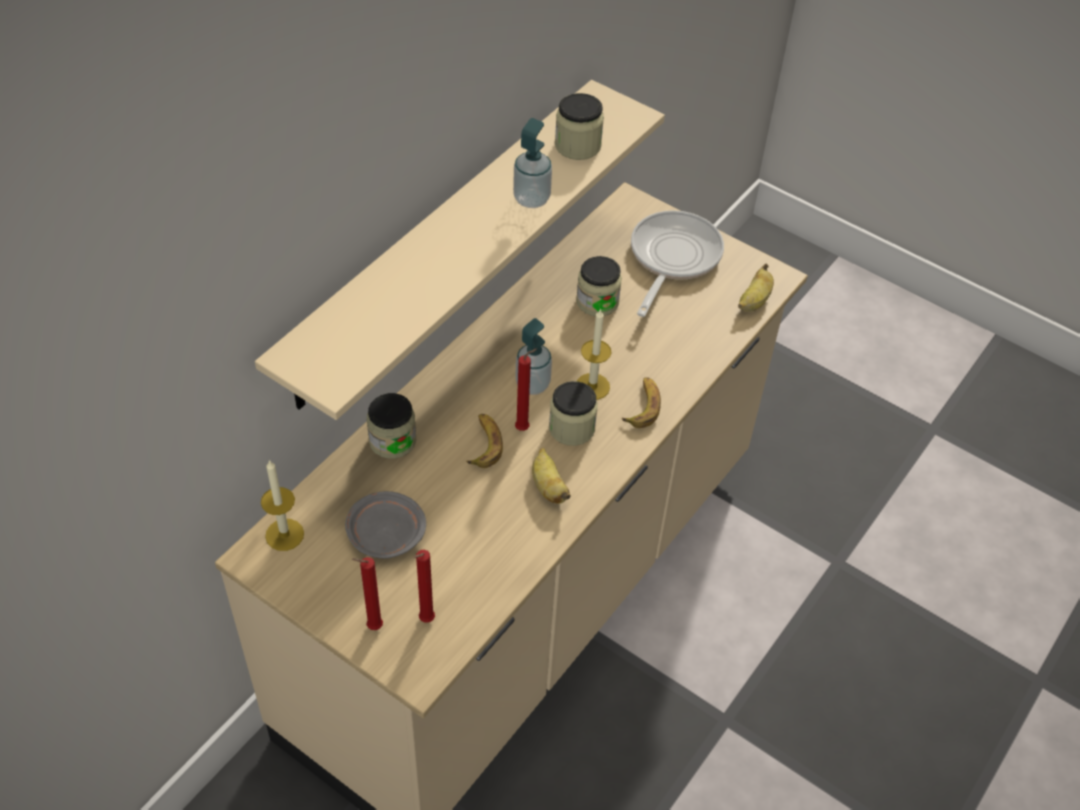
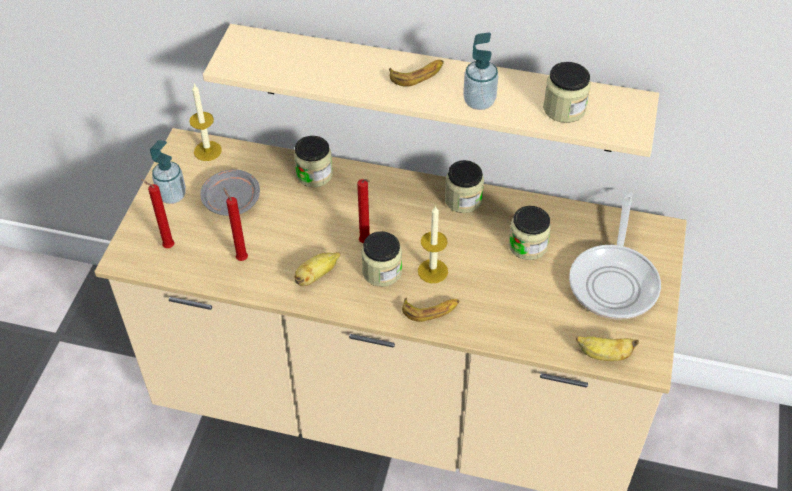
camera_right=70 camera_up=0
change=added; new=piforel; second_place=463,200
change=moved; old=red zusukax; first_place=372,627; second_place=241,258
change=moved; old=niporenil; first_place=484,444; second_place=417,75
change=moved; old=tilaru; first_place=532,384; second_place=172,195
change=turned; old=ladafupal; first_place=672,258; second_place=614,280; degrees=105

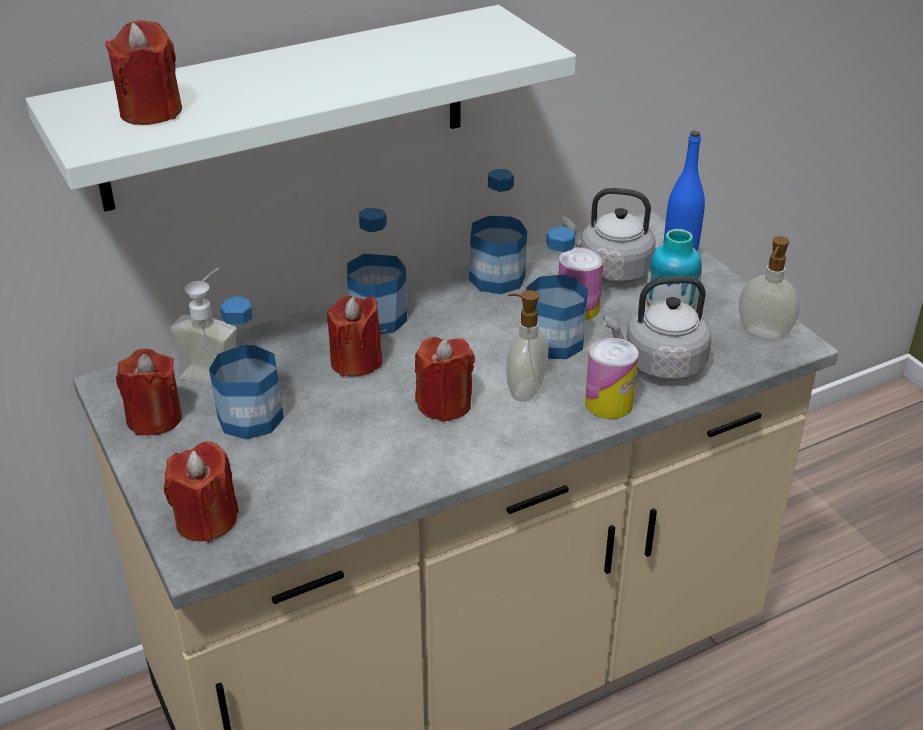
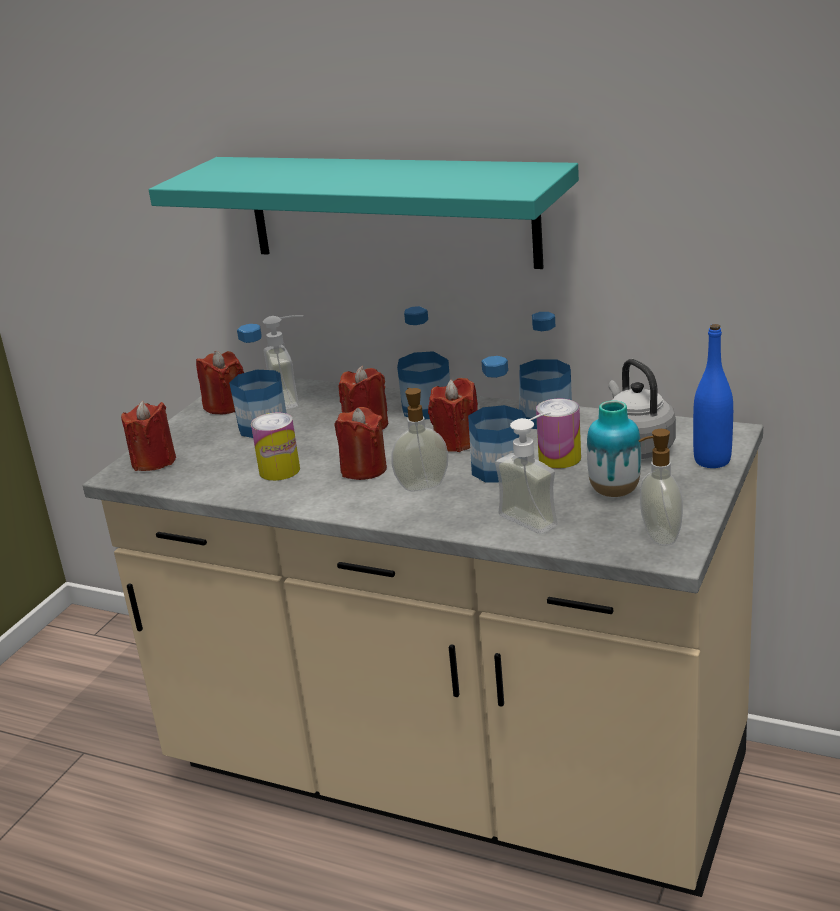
camera_right=55 camera_up=-10
change=moved; old=red zusukax; first_place=151,112; second_place=457,442
change=moved; old=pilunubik; first_place=608,403; second_place=279,470
change=replaced; old=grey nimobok; new=tilaru; first_place=659,365; second_place=537,516
change=recoloured; old=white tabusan; new=turquoise tabusan; first_place=286,108; second_place=390,210

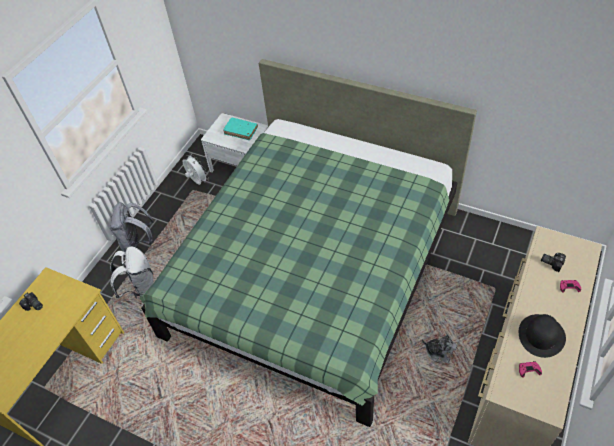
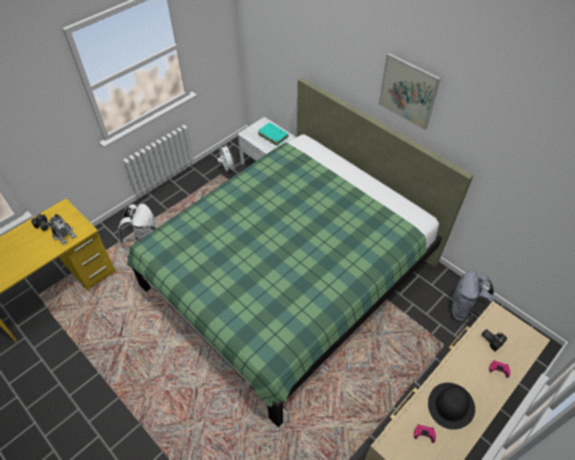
camera_right=15 camera_up=0
change=added; new=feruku; second_place=408,91
change=moved; old=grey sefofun; first_place=138,243; second_place=465,310
change=moved; old=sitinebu; first_place=438,352; second_place=64,234

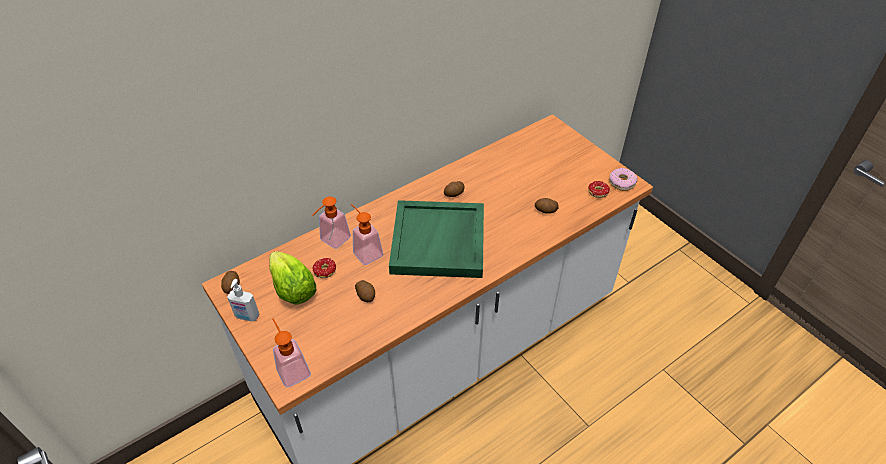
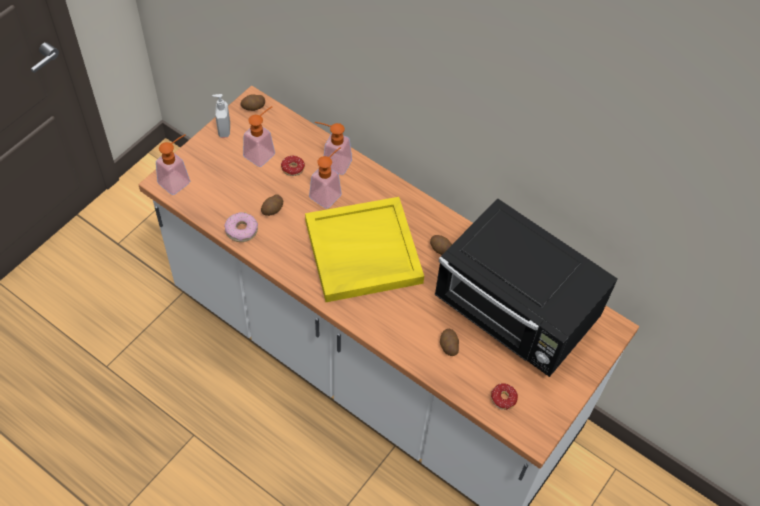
camera_right=70 camera_up=10
change=added; new=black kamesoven; second_place=515,314
change=moved; old=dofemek; first_place=622,182; second_place=241,230
change=replaced; old=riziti; new=tilaru; first_place=293,290; second_place=263,152
change=recoloured; old=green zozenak; new=yellow zozenak; first_place=439,242; second_place=362,252

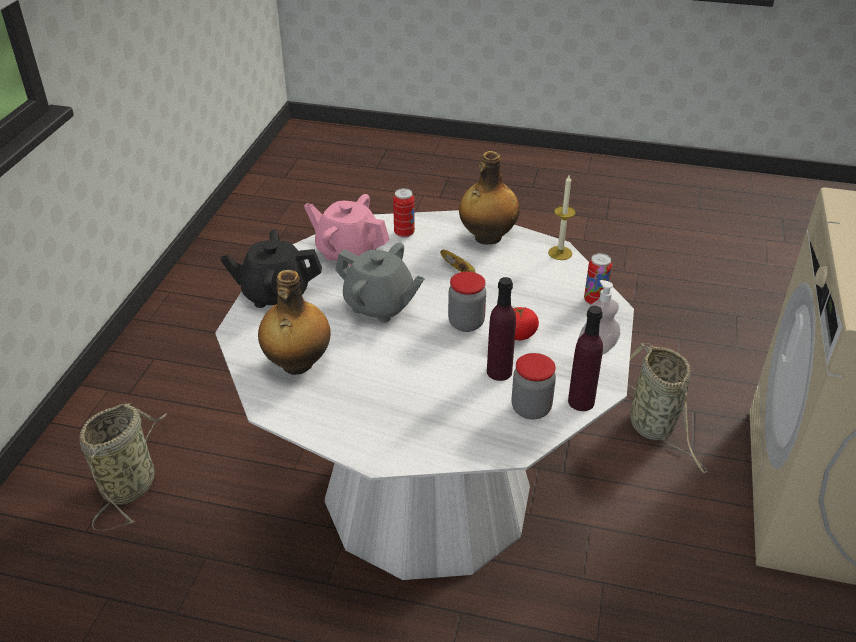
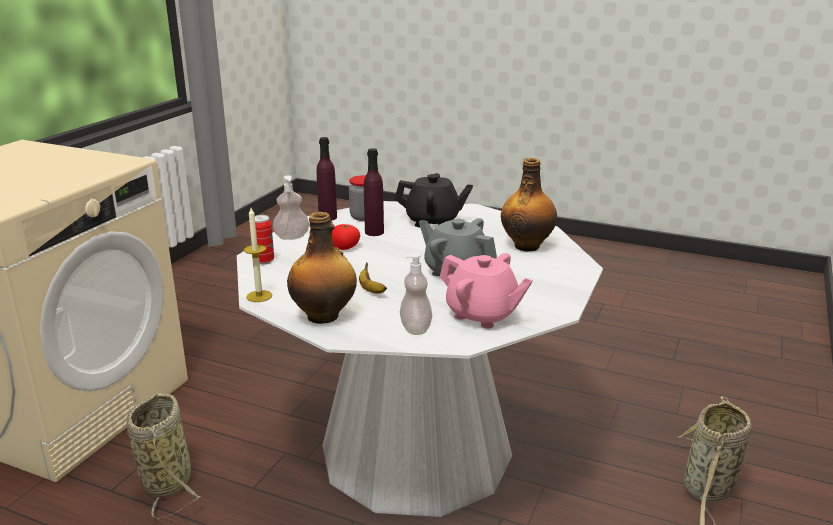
camera_right=-170 camera_up=-15
change=removed; old=piforel; first_place=466,323
change=moved; old=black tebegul; first_place=275,294; second_place=433,221
change=replaced; old=pilunubik; new=tilaru; first_place=404,233; second_place=415,328

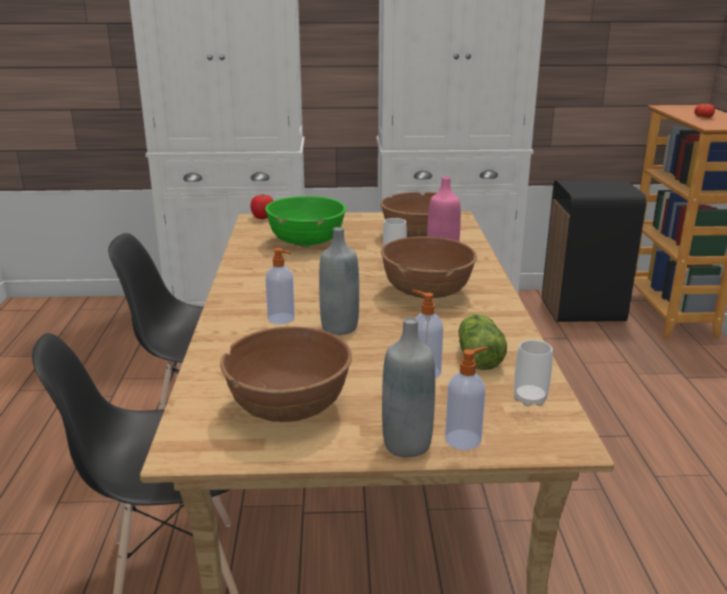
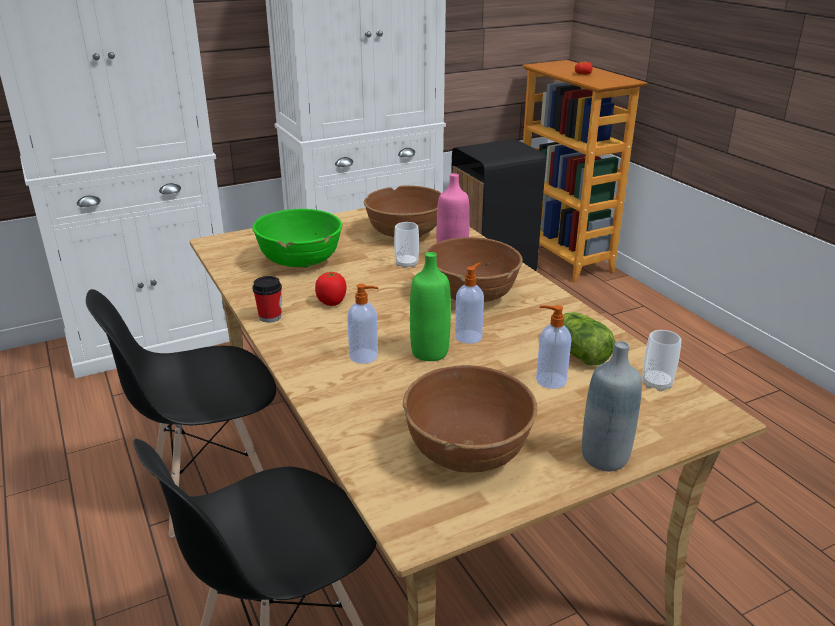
camera_right=-25 camera_up=5
change=added; new=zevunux; second_place=270,317
change=moved; old=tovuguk; first_place=262,217; second_place=332,302
change=moved; old=tilaru; first_place=464,439; second_place=469,336
change=recoloured; old=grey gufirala; new=green gufirala; first_place=339,327; second_place=429,352

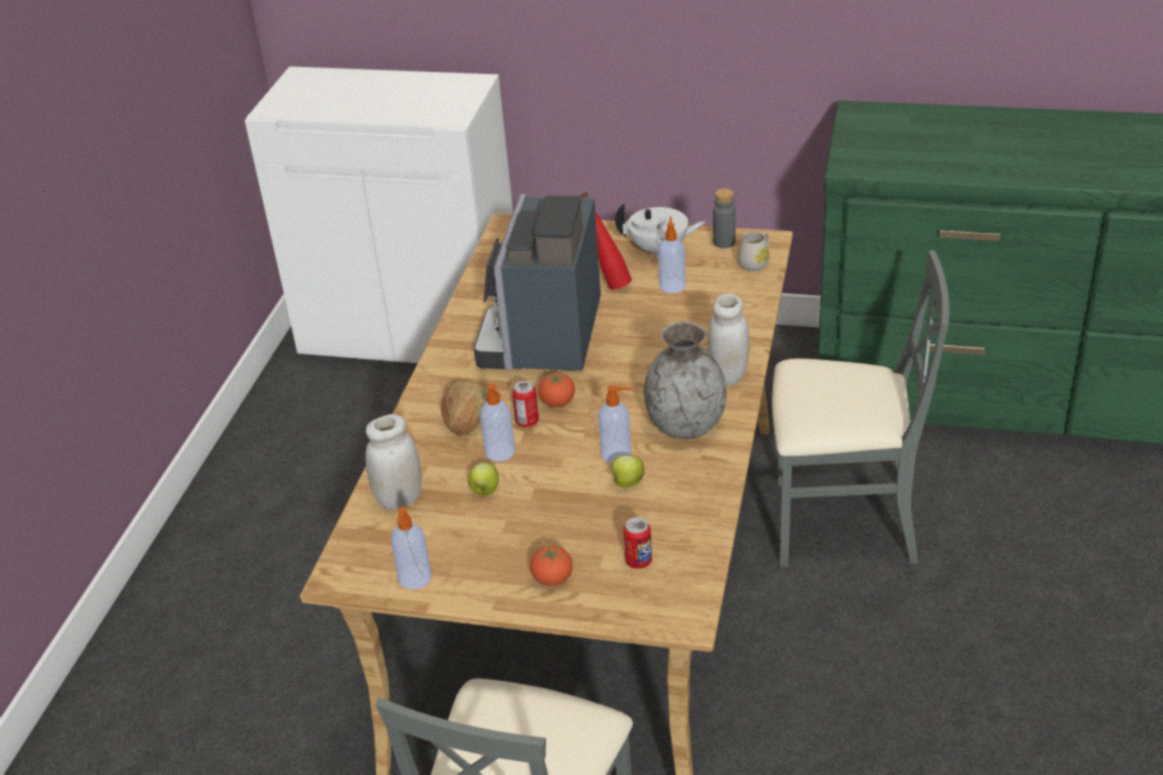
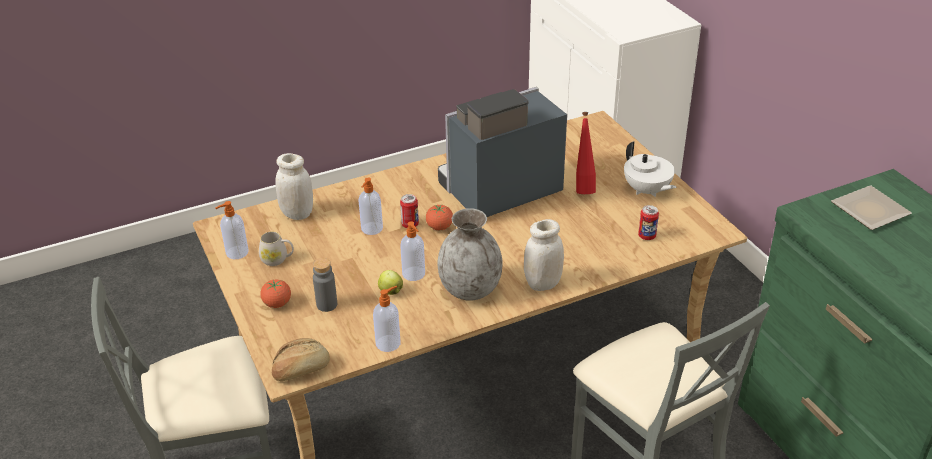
camera_right=50 camera_up=0
change=removed; old=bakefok; first_place=484,491
change=added; new=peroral; second_place=869,209
change=moved; old=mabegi; first_place=466,419; second_place=301,369
change=moved; old=pilunubik; first_place=638,561; second_place=647,236
change=moved; old=tilaru; first_place=672,285; second_place=389,343
change=moved; old=grey gufirala; first_place=724,242; second_place=327,304
change=moved; old=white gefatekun; first_place=755,263; second_place=277,259

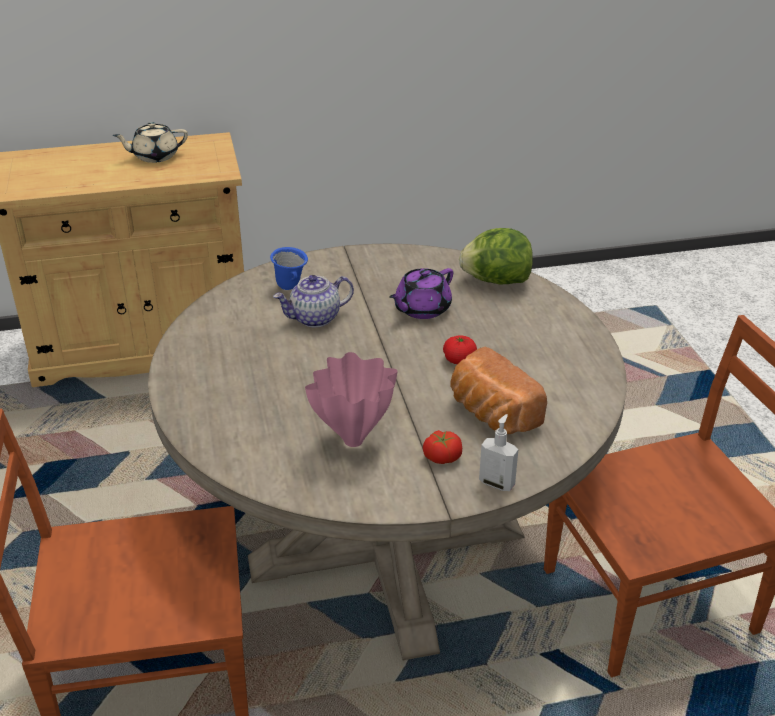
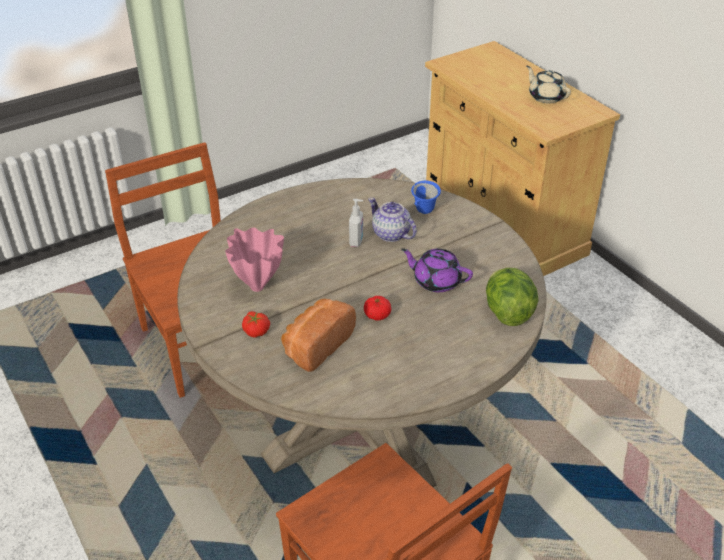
camera_right=70 camera_up=5
change=moved; old=tilaru; first_place=497,483; second_place=356,241

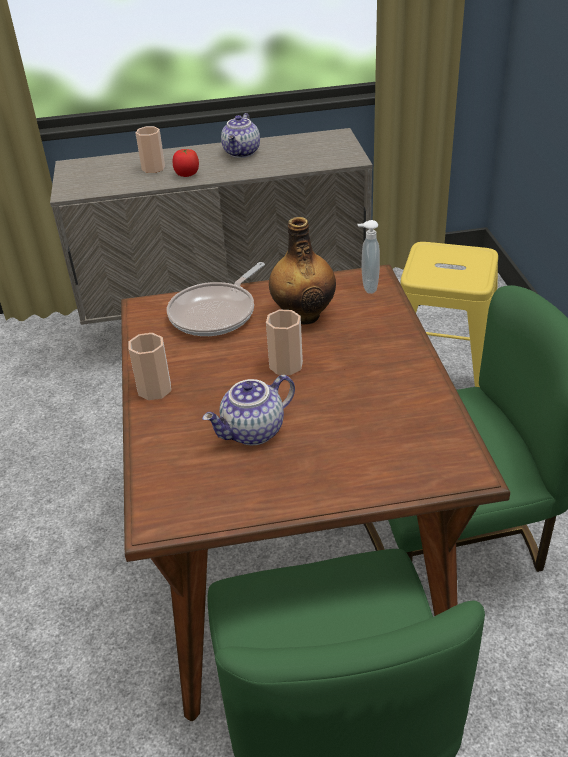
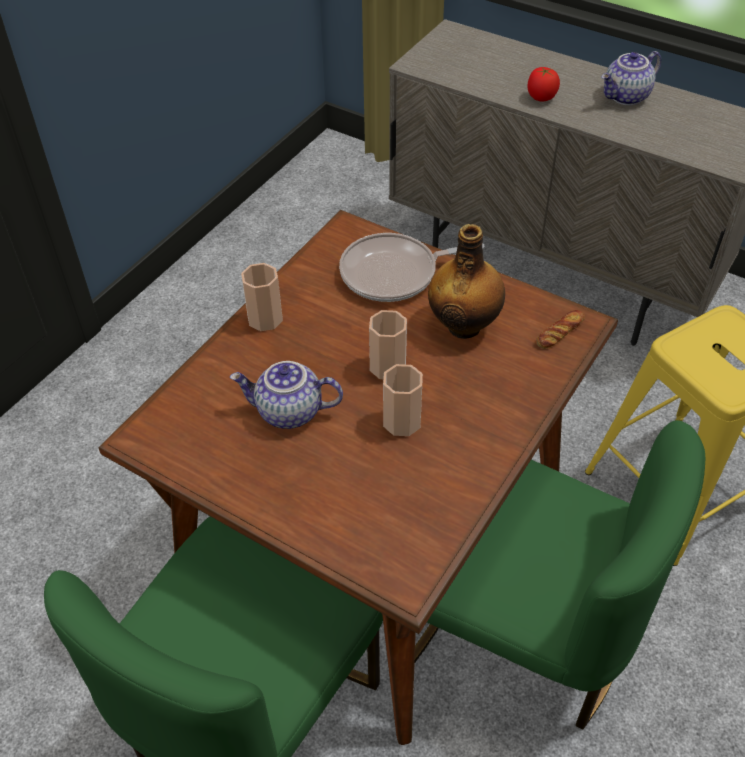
camera_right=40 camera_up=10
change=moved; old=zevunux; first_place=153,168; second_place=402,421
change=replaced; old=tilaru; new=mabegi; first_place=368,287; second_place=559,332

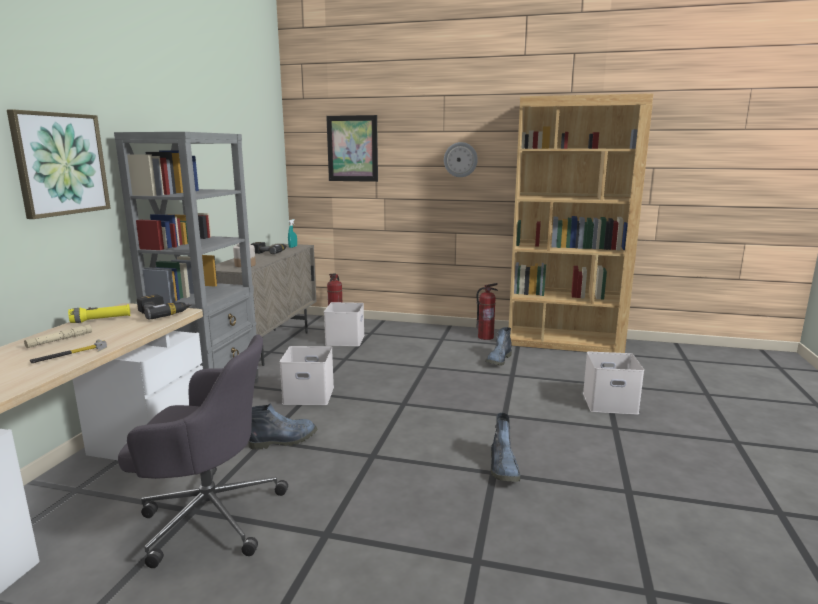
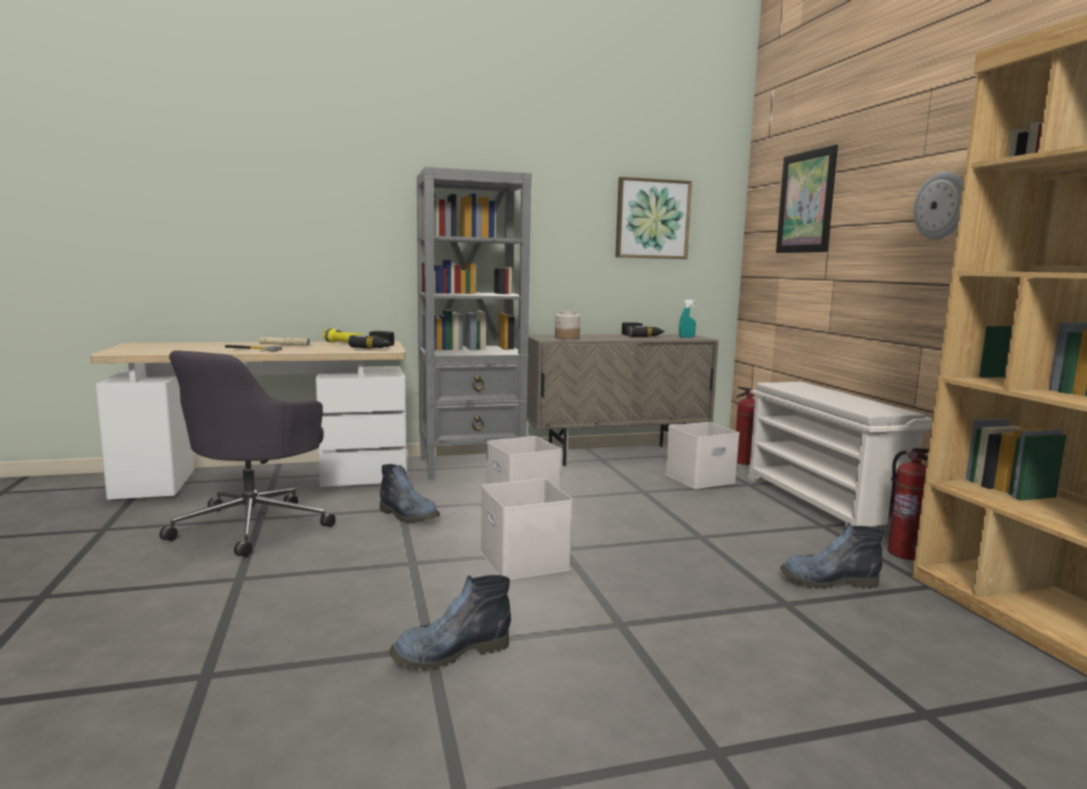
camera_right=60 camera_up=-5
change=added; new=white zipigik; second_place=823,503
change=moved; old=feruku; first_place=60,164; second_place=652,219
change=moved; old=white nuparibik; first_place=610,402; second_place=526,561
change=turned; old=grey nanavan; first_place=209,516; second_place=254,525; degrees=45

